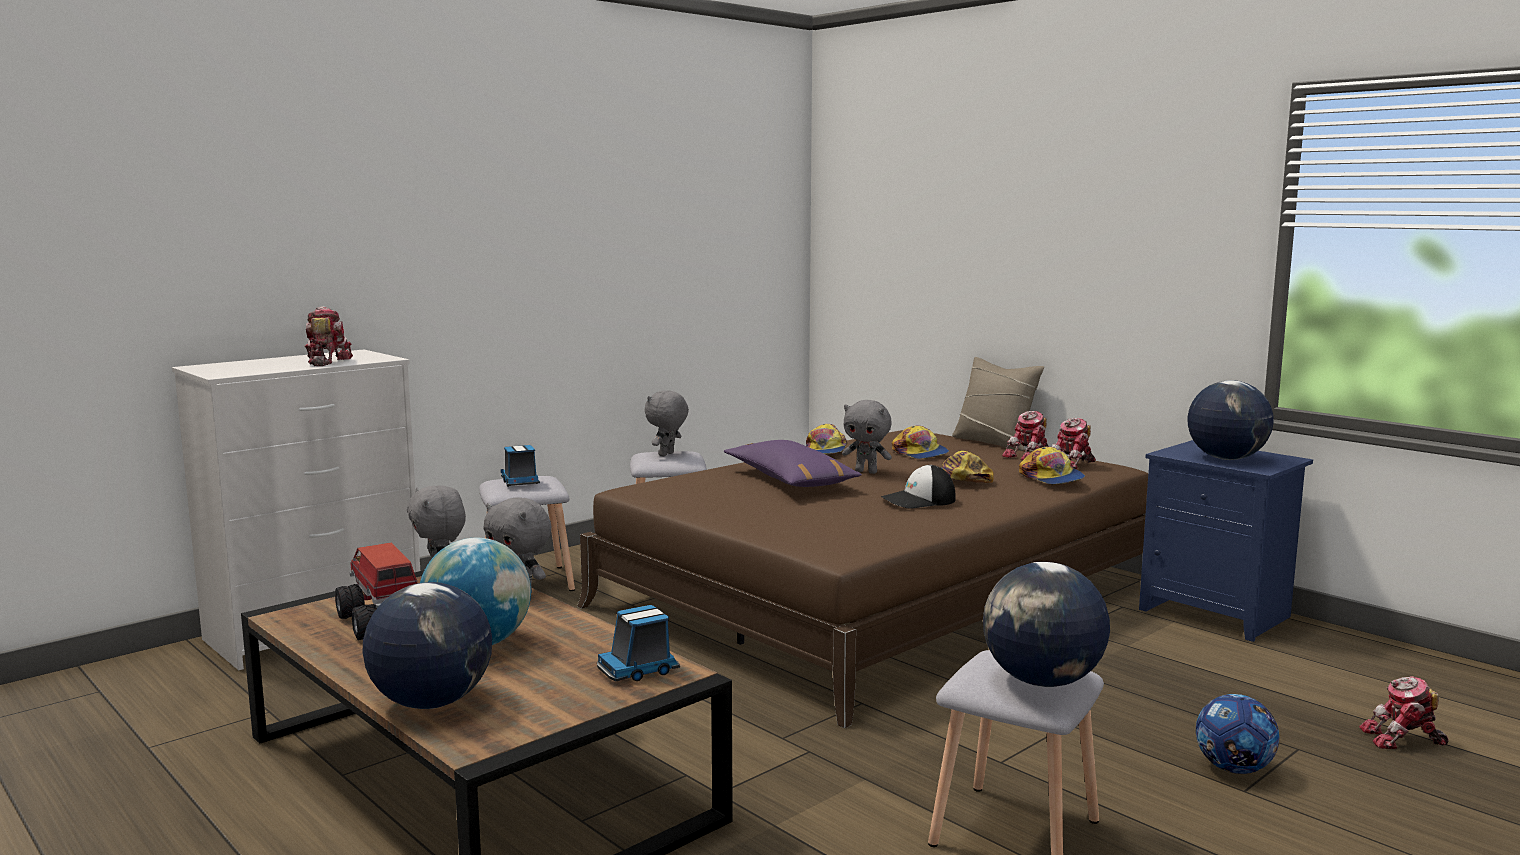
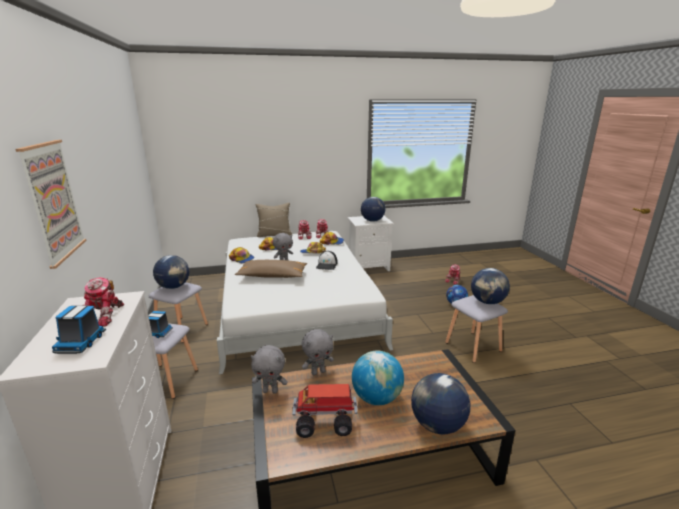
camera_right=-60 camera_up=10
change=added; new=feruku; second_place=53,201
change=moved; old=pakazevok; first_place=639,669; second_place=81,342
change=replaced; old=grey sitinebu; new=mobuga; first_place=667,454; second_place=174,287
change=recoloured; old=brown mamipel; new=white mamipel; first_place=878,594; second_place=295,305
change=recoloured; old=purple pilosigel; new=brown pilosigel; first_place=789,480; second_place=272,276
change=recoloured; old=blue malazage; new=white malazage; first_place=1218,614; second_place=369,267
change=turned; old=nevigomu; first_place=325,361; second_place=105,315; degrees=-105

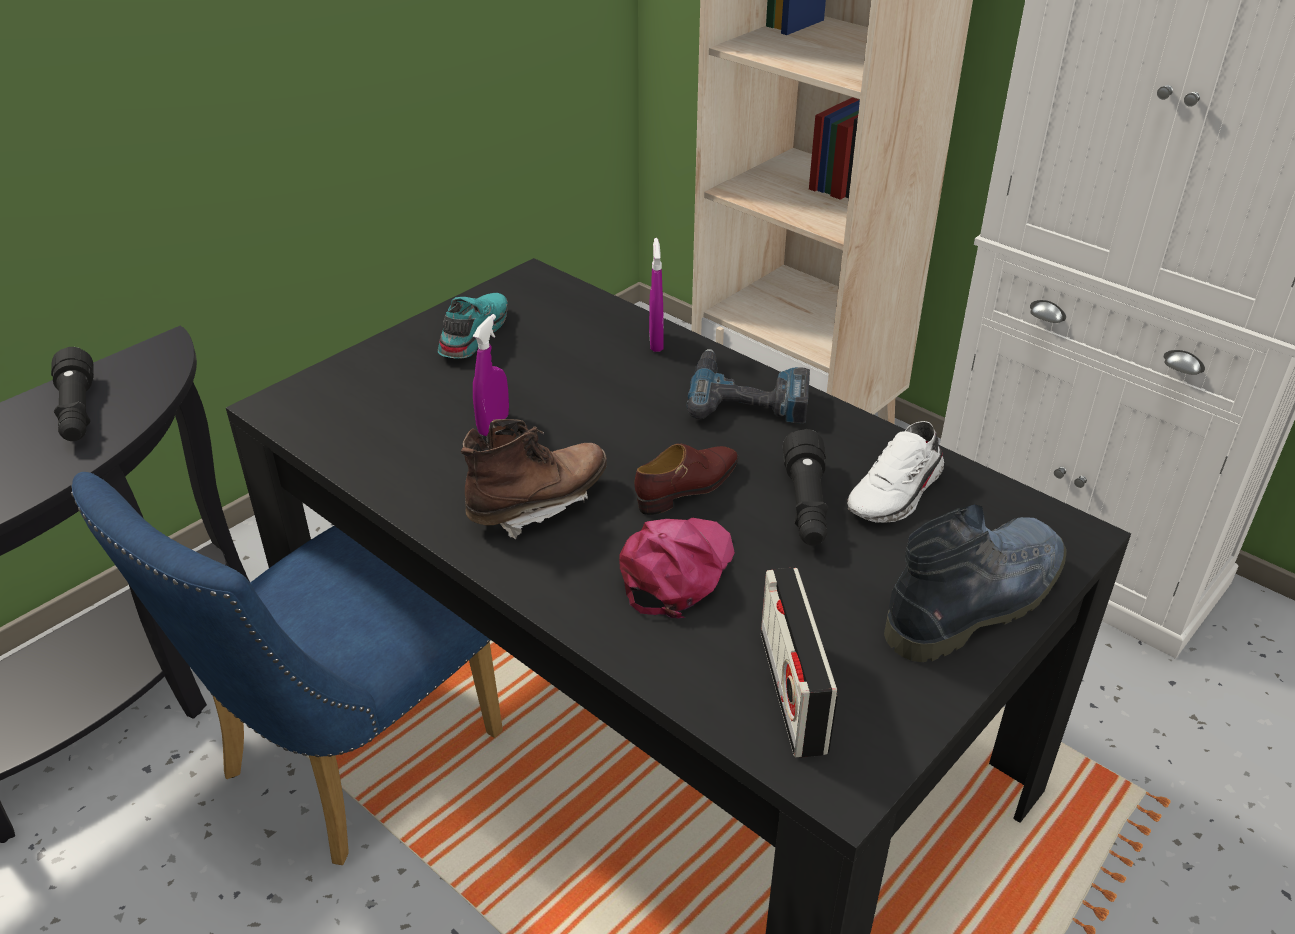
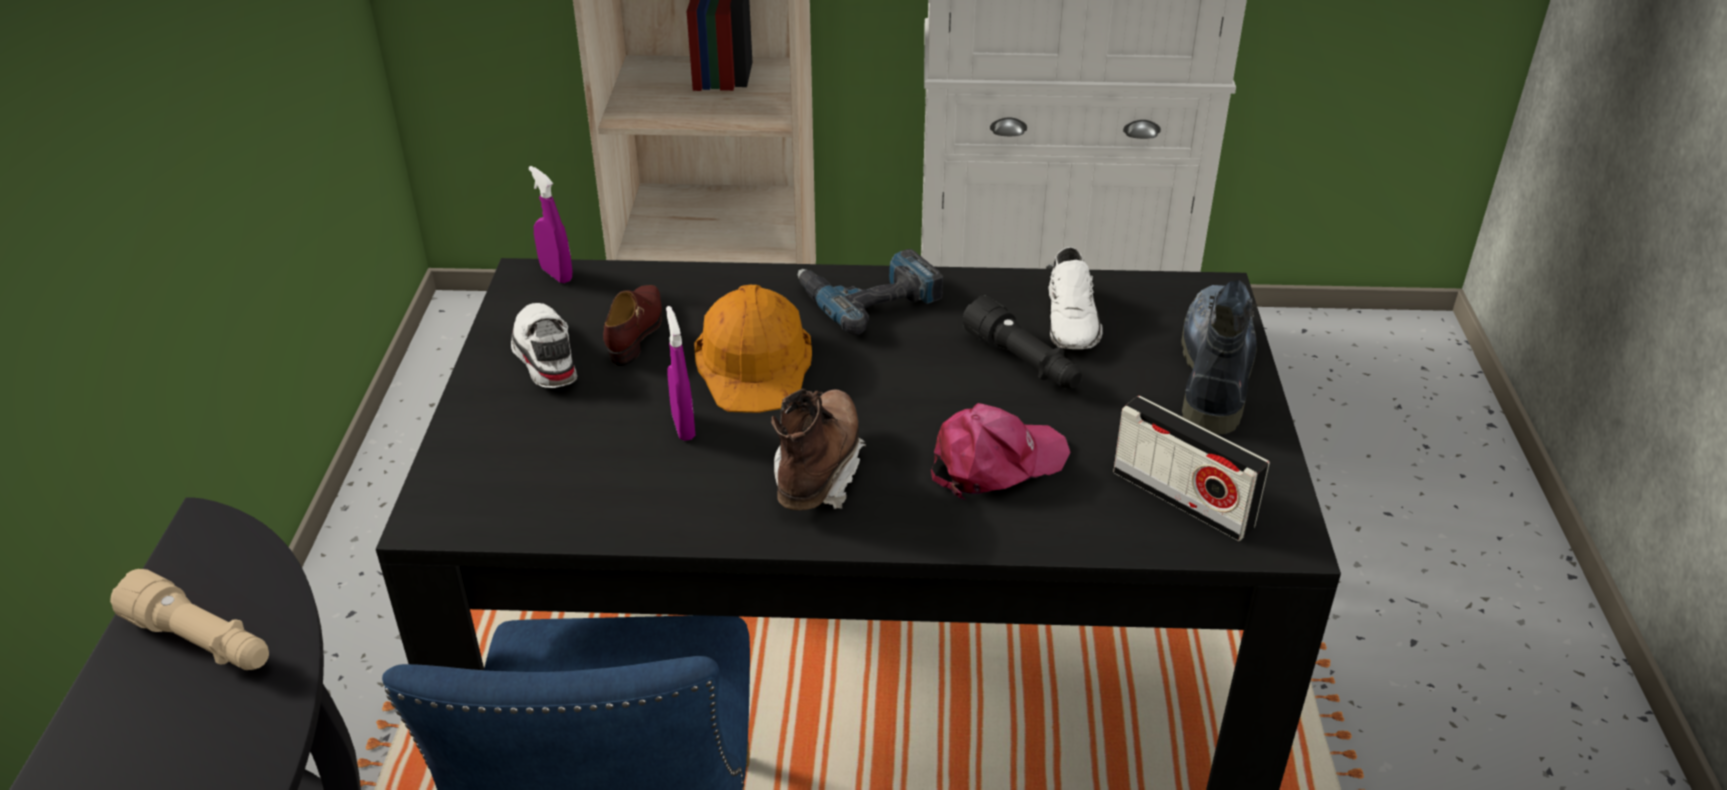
camera_right=-40 camera_up=0
change=added; new=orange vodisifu; second_place=755,361
change=moved; old=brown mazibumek; first_place=688,487; second_place=637,330
change=moved; old=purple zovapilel; first_place=656,342; second_place=556,274
change=recoloured; old=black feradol; new=beige feradol; first_place=78,412; second_place=202,642
change=recoloured; old=turquoise mazibumek; new=white mazibumek; first_place=472,334; second_place=543,356
change=turned; old=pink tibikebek; first_place=676,571; second_place=995,462; degrees=75

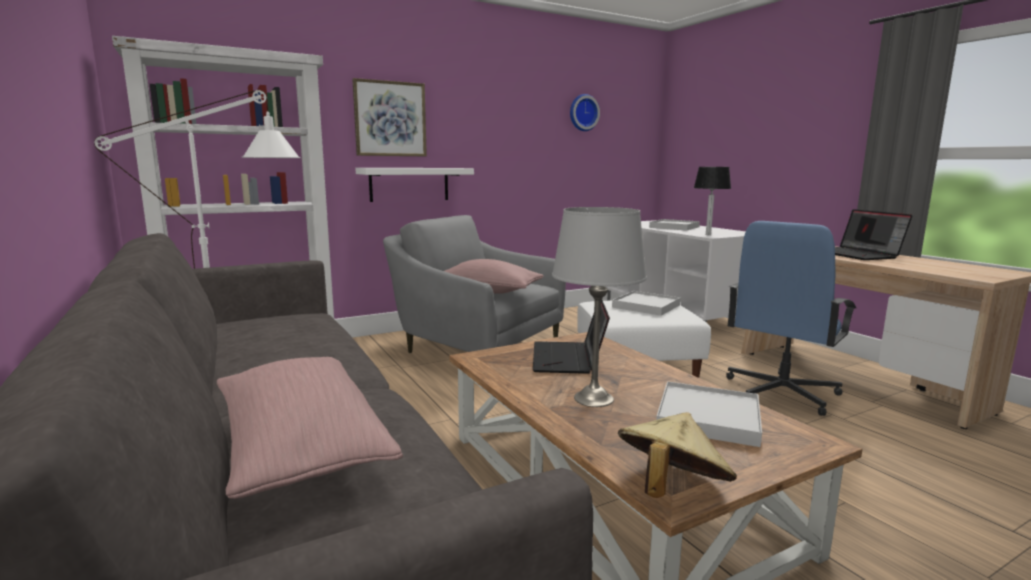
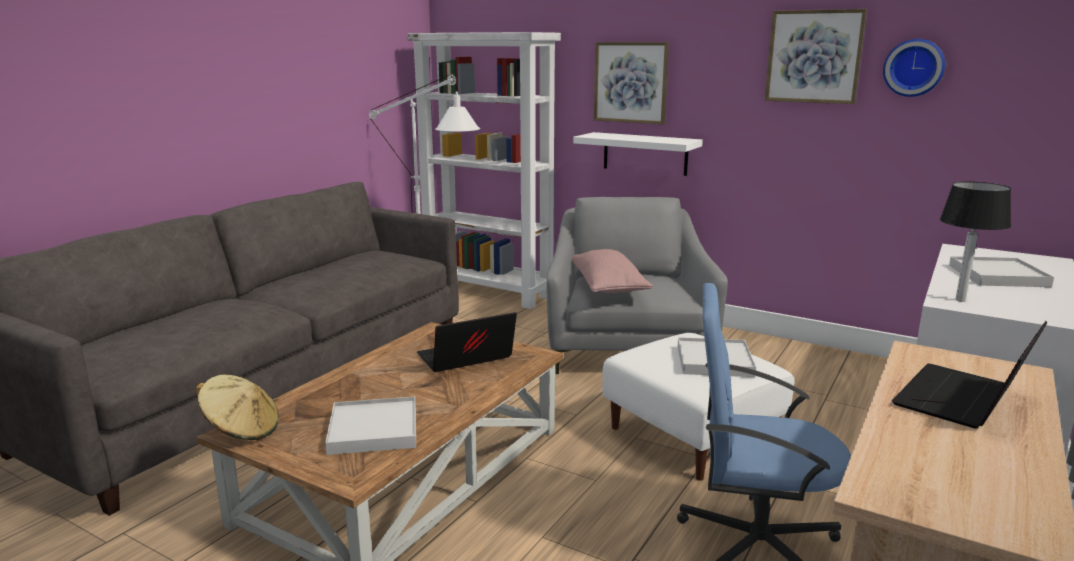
camera_right=60 camera_up=5
change=removed; old=pink pilosigel; first_place=300,448
change=removed; old=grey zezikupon; first_place=593,398
change=added; new=feruku; second_place=814,56

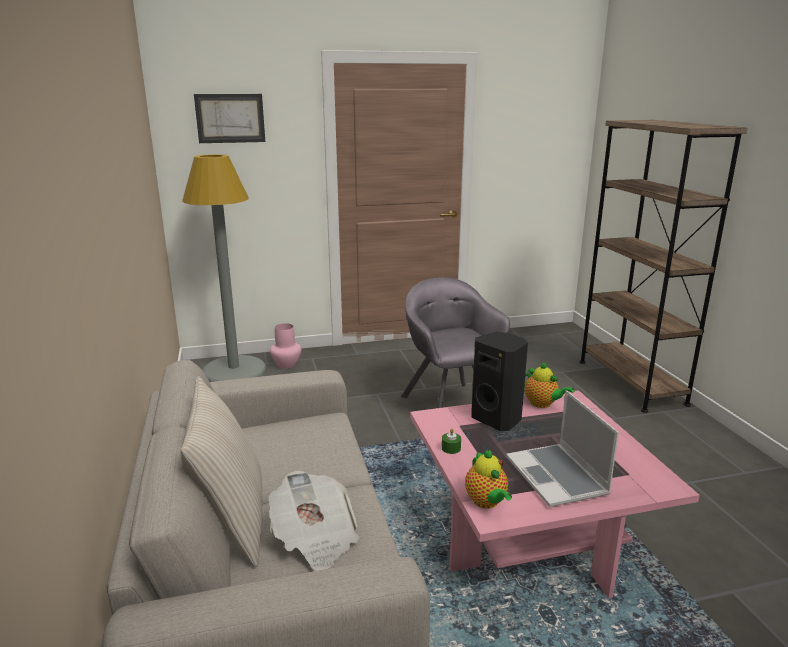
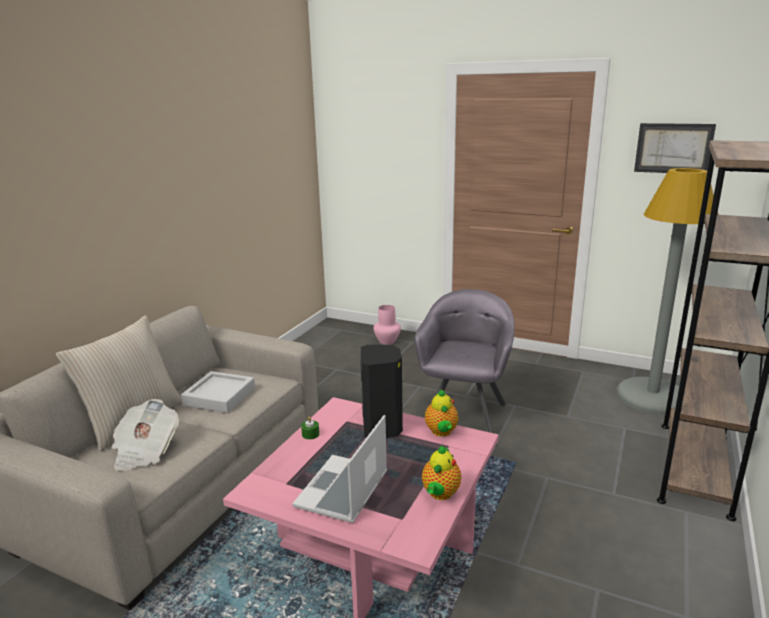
camera_right=40 camera_up=0
change=added; new=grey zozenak; second_place=219,396
change=moved; old=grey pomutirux; first_place=234,373; second_place=652,397
change=moved; old=feruku; first_place=230,118; second_place=673,148
change=moved; old=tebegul; first_place=487,502; second_place=440,494

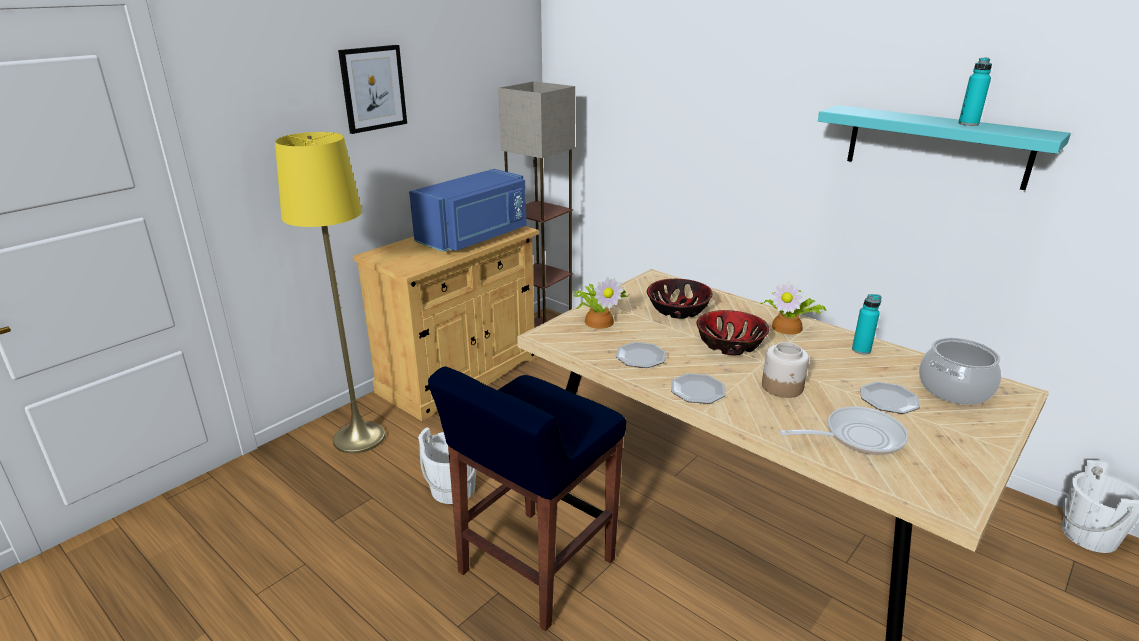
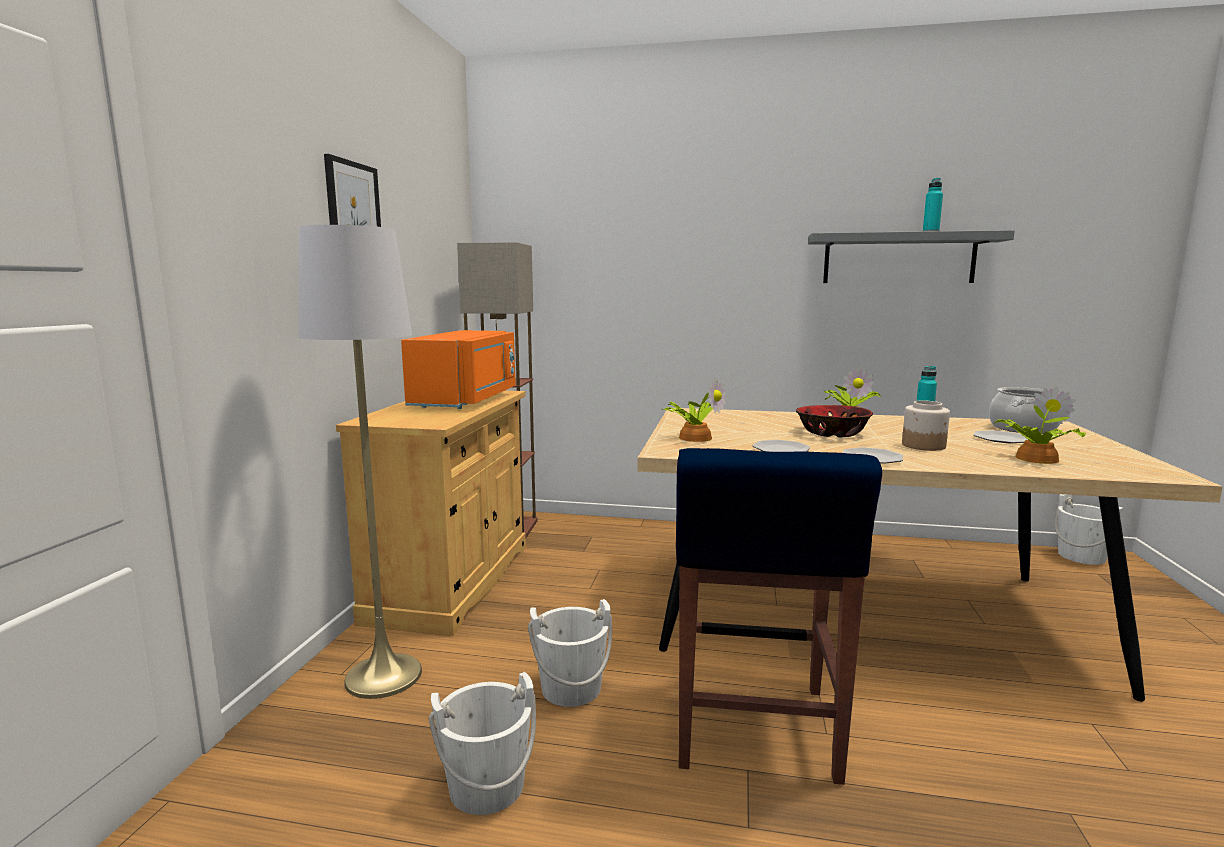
camera_right=-30 camera_up=-15
change=removed; old=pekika; first_place=678,310
change=added; new=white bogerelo; second_place=487,787
change=replaced; old=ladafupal; new=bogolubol; first_place=857,437; second_place=1034,458
change=recoloured; old=yellow pomutirux; new=white pomutirux; first_place=359,437; second_place=383,676
change=recoloured; old=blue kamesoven; new=orange kamesoven; first_place=475,237; second_place=467,400
change=recoloured; old=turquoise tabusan; new=grey tabusan; first_place=937,146; second_place=898,259

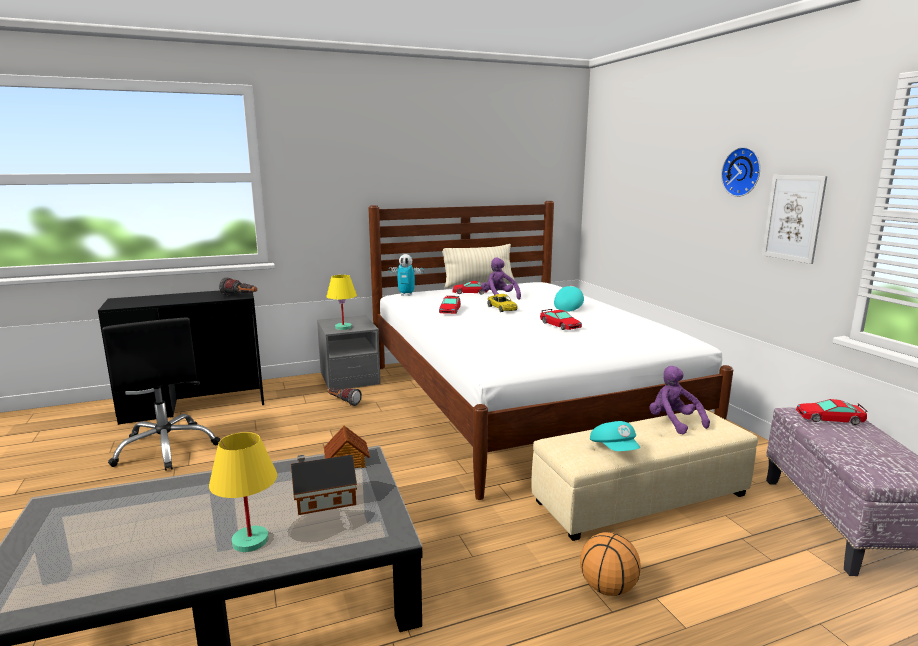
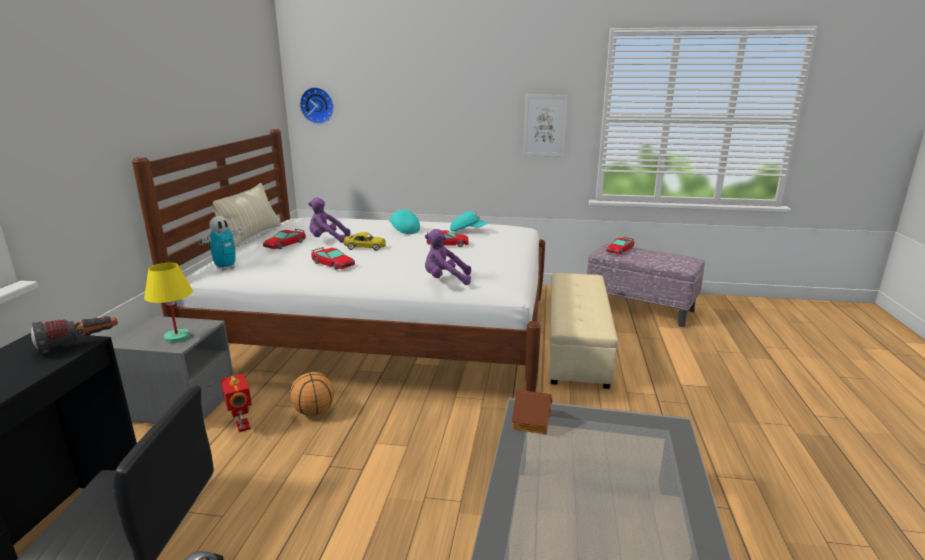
camera_right=-60 camera_up=5
change=removed; old=yellow zezikupon; first_place=251,541
change=removed; old=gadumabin; first_place=322,500
change=moved; old=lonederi; first_place=607,588; second_place=313,412
change=moved; old=turquoise tibikebek; first_place=615,449; second_place=468,231
change=moved; old=purple sitinebu; first_place=673,422; second_place=445,280
change=moved; old=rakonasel; first_place=743,172; second_place=317,105
change=replaced; old=feradol; new=nevigomu; first_place=343,402; second_place=242,426

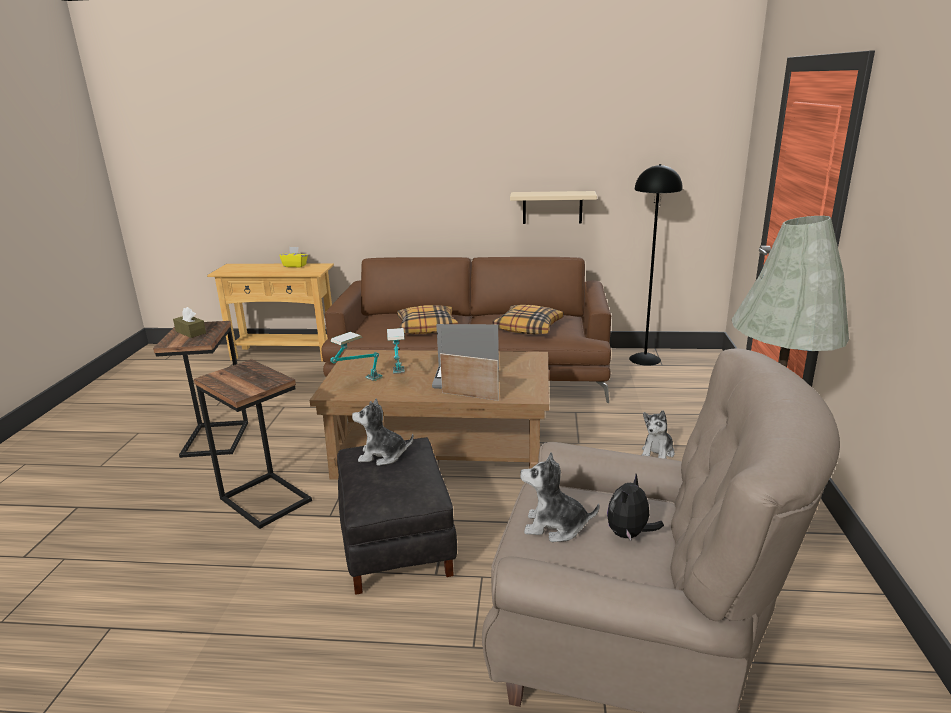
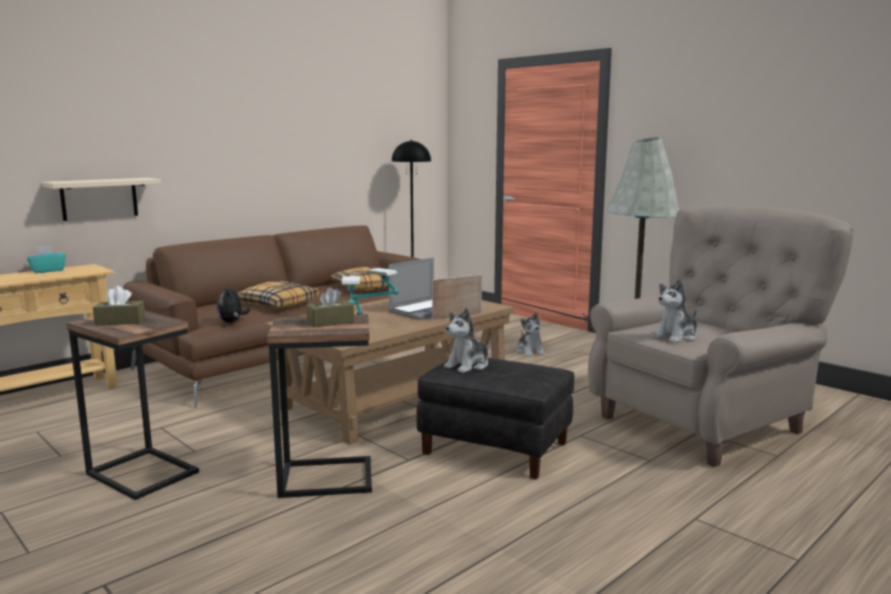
camera_right=-50 camera_up=-10
change=added; new=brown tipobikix; second_place=330,322
change=moved; old=beige tabusan; first_place=552,207; second_place=99,199
change=moved; old=sitinebu; first_place=629,534; second_place=232,322
change=recoloured; old=yellow tipobikix; new=turquoise tipobikix; first_place=295,265; second_place=47,271

